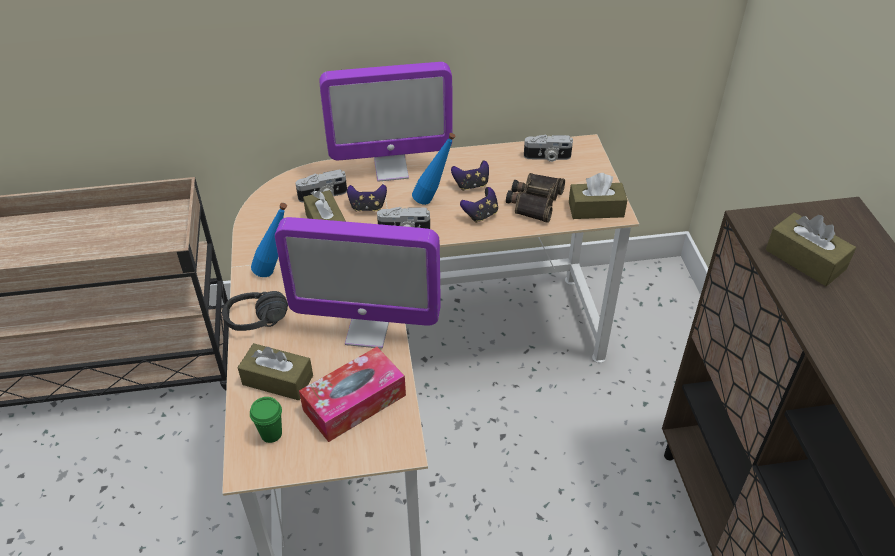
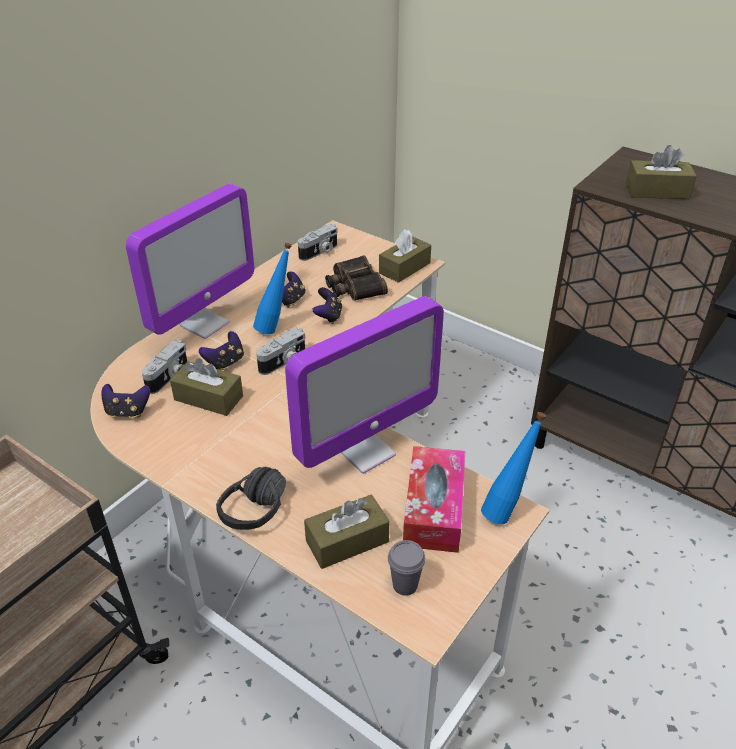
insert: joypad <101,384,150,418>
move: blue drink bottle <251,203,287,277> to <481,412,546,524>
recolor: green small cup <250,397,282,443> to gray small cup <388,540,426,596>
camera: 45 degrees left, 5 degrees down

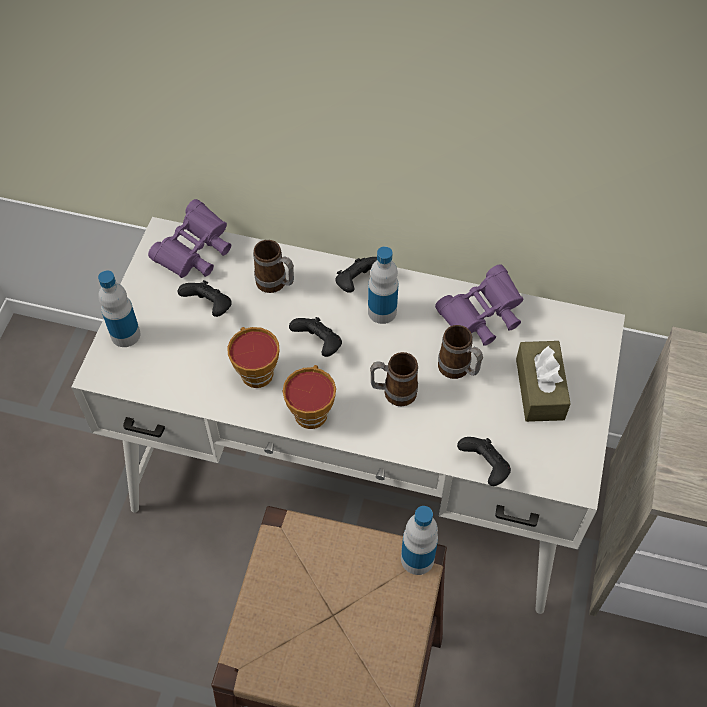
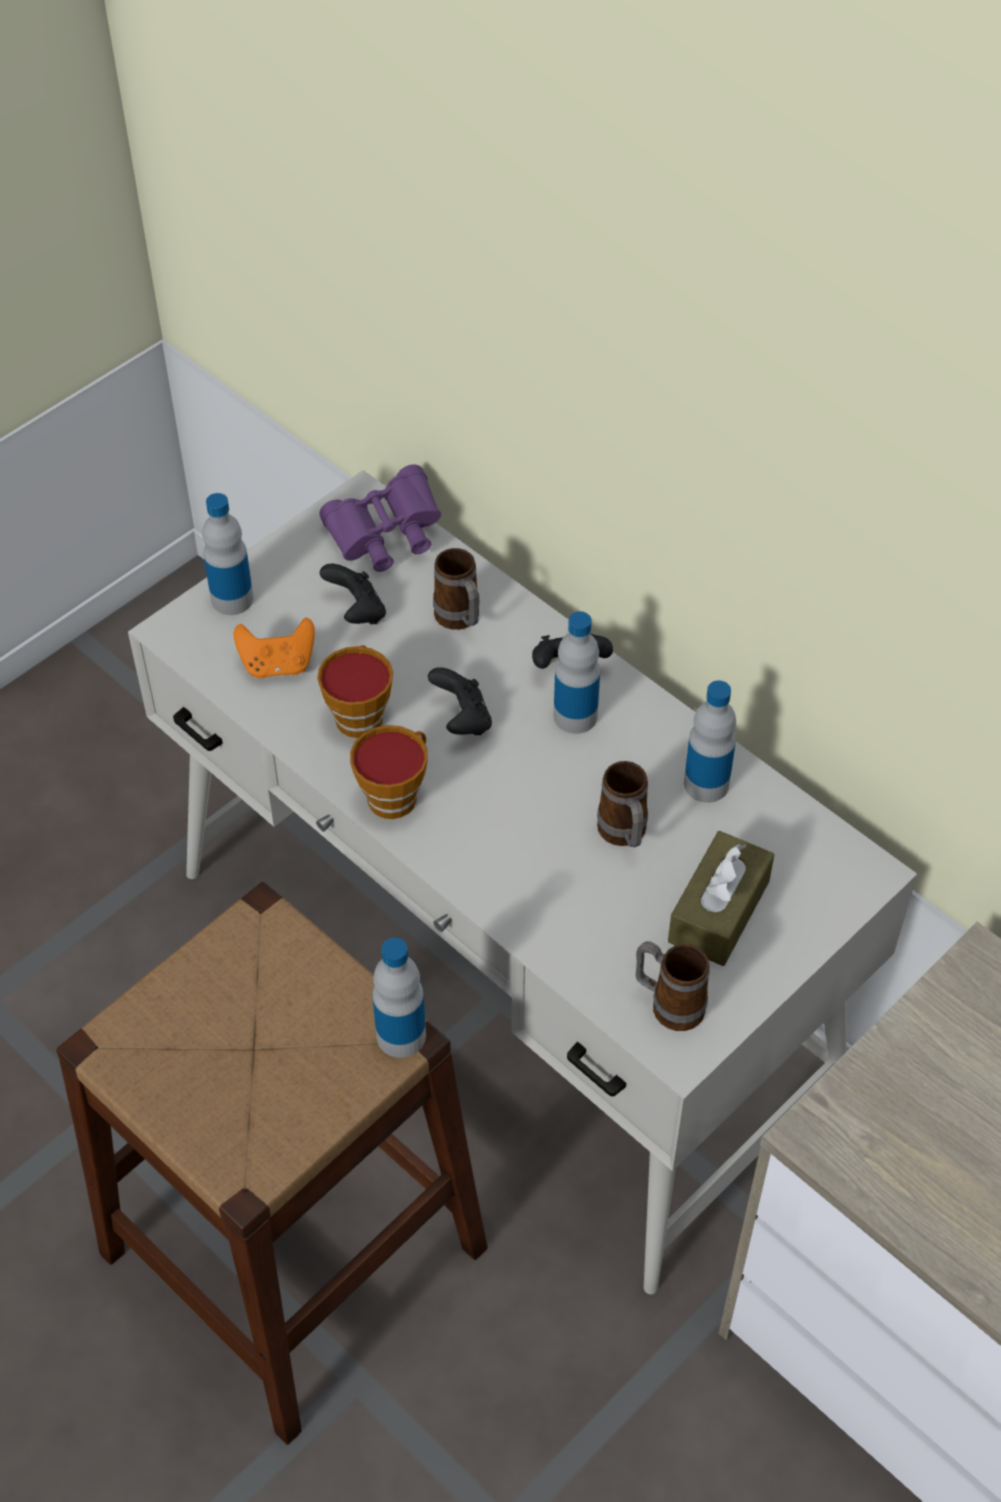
delete: black-coloured joypad <457,437,511,486>
insert: orange-coloured joypad <234,618,315,679>
move: tea mug <370,352,418,406> to <636,941,710,1031>
replace: purplish field glasses <435,264,523,346> to drink bottle <684,680,736,803>
camera: 30 degrees right, 5 degrees down

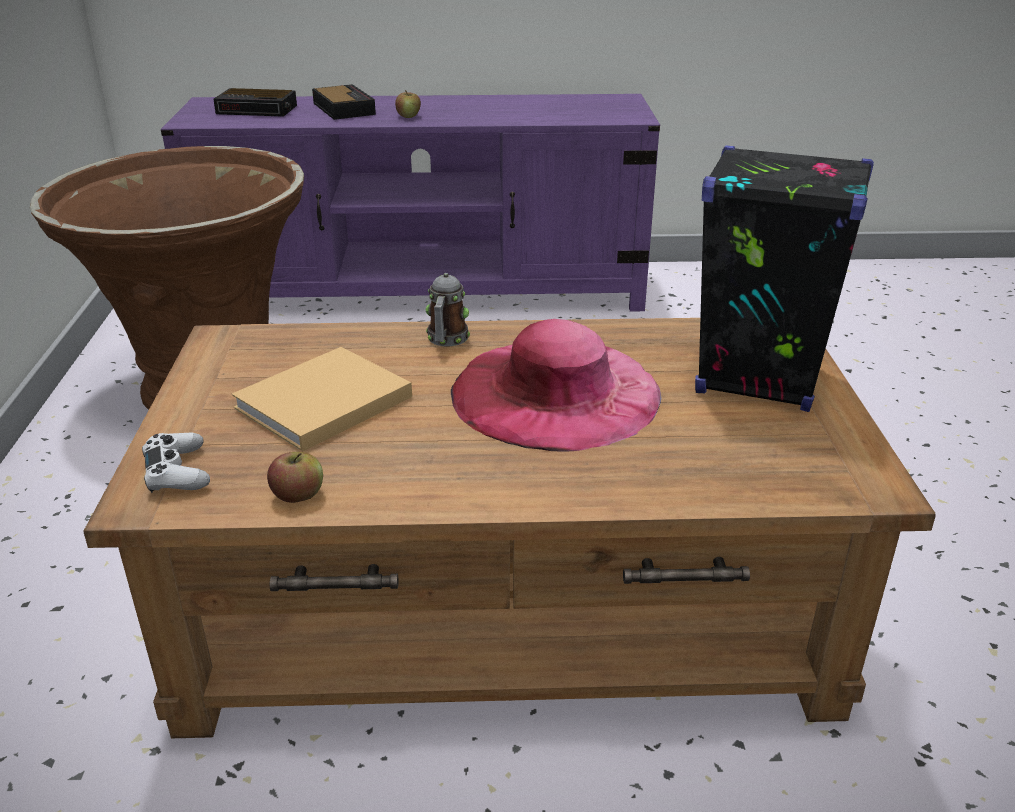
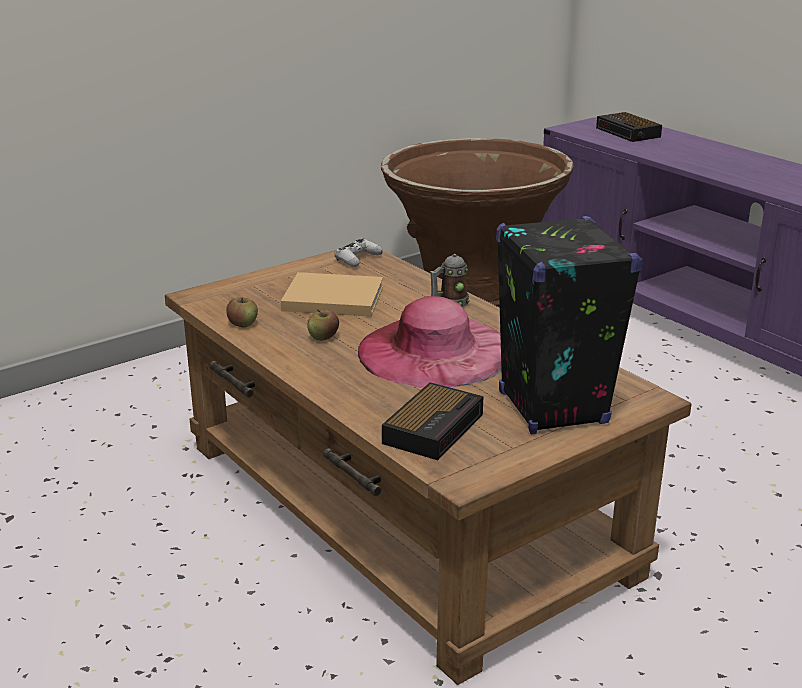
move: alarm clock <312,84,376,120> to <382,382,483,460>; apple <395,90,421,118> to <307,309,339,341>; whitish joypad <142,433,210,493> to <334,239,383,267>
camera: 55 degrees right, 5 degrees down

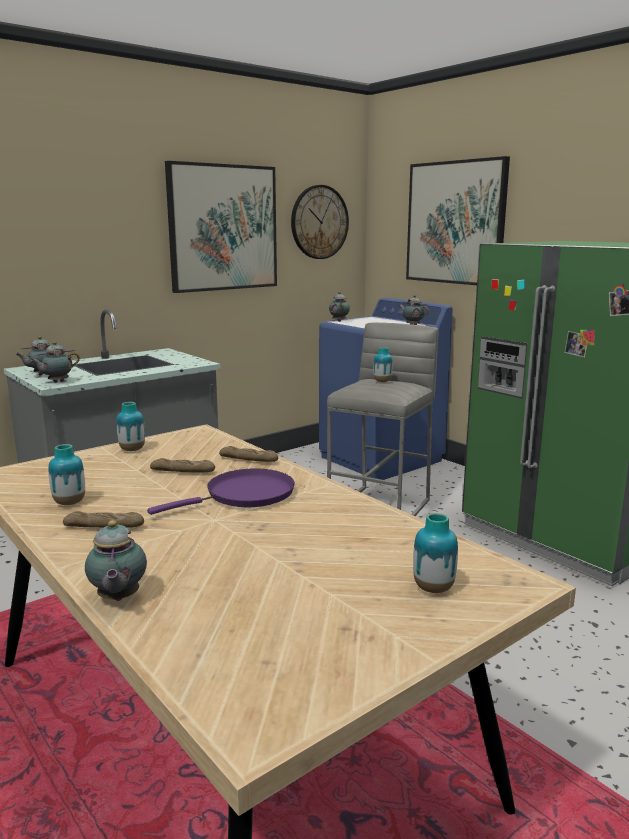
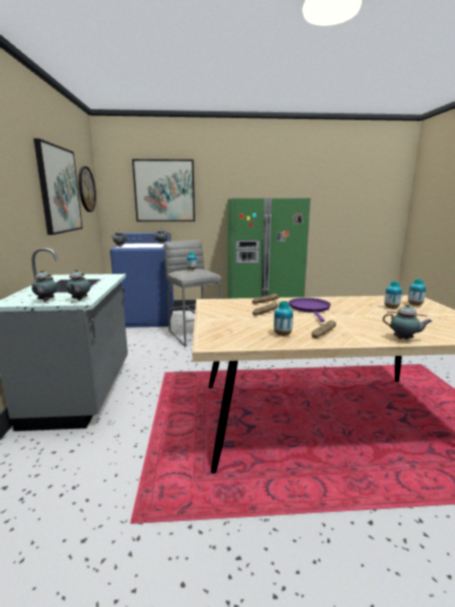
move: vase <116,402,145,451> to <384,281,402,309>
camera: 55 degrees left, 0 degrees up

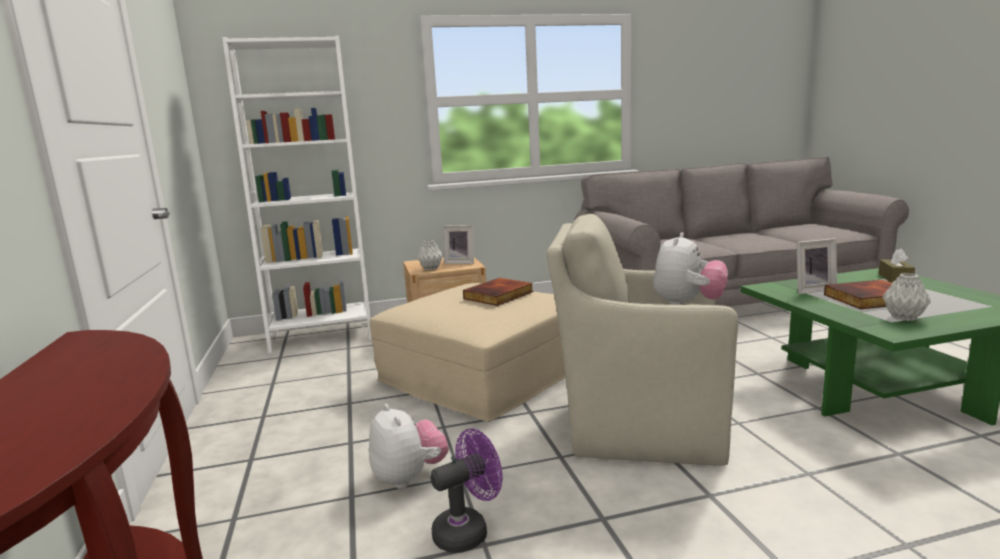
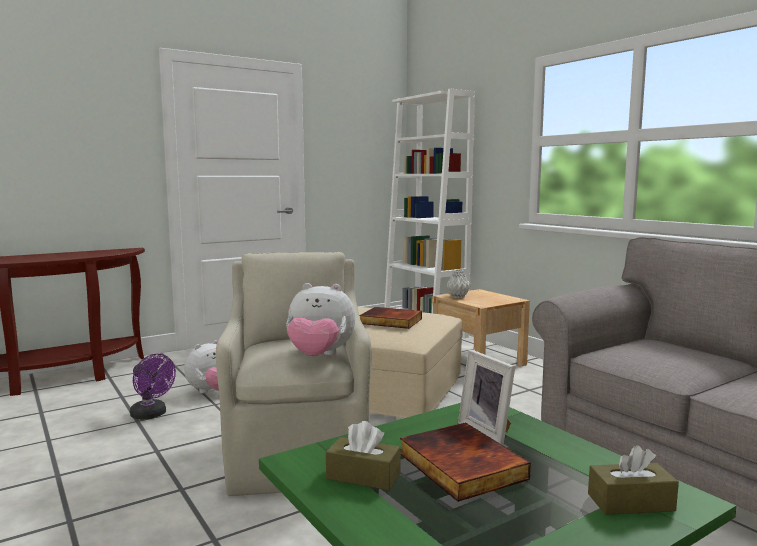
delete: standing frame <443,225,474,264>
replace: gray vase <883,273,931,321> to brown tissue box <326,421,401,490>
camera: 70 degrees right, 5 degrees down

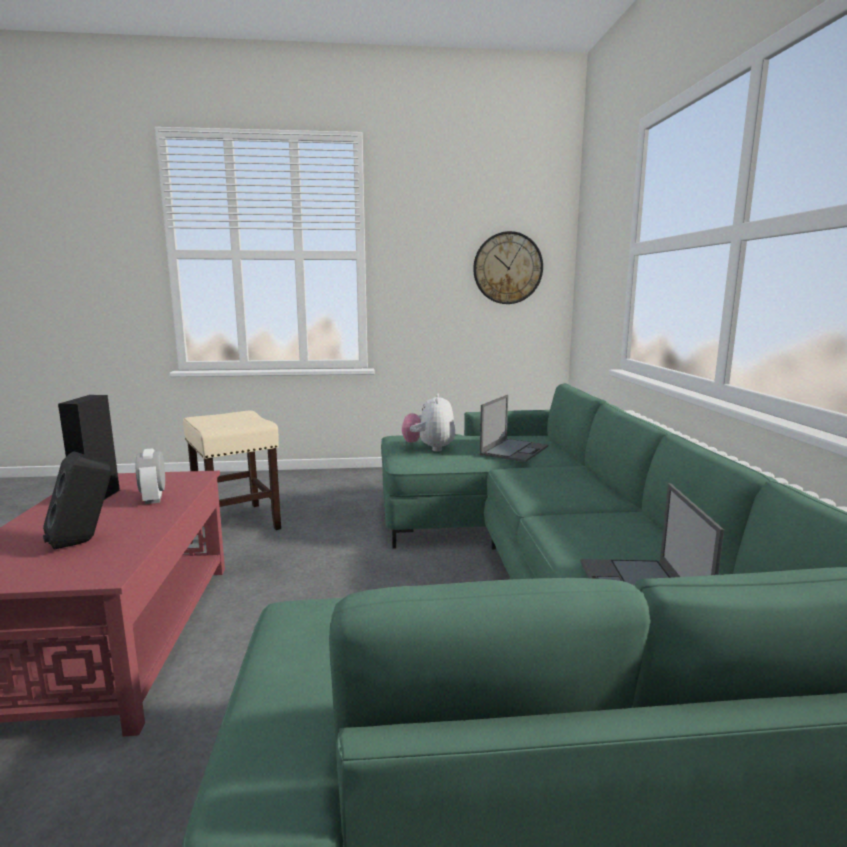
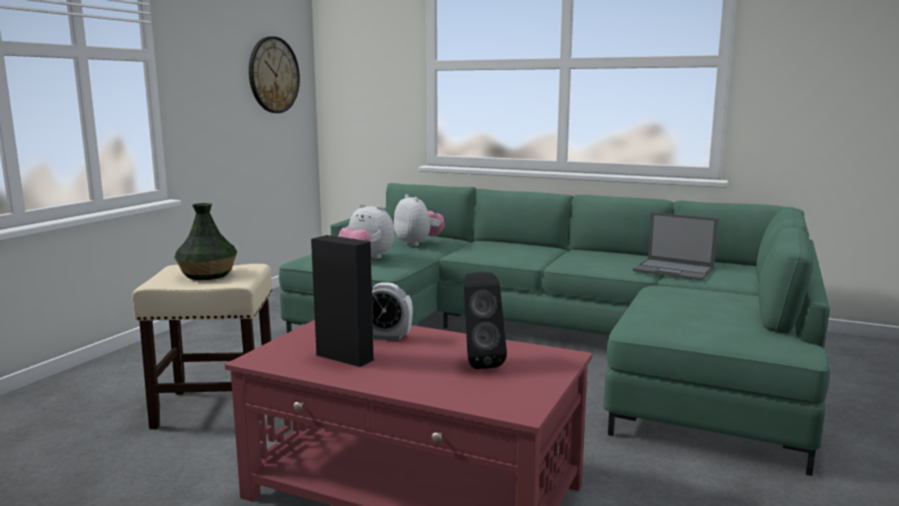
insert: vase <174,203,237,280>
replace: portable computer <480,395,548,462> to soft toy <394,194,445,246>
camera: 60 degrees left, 0 degrees up

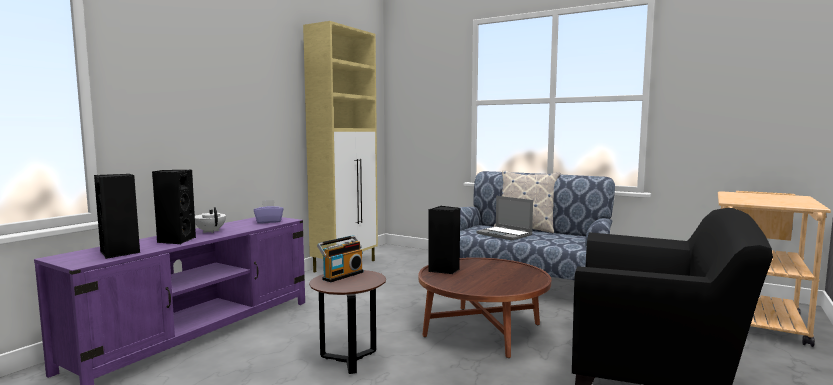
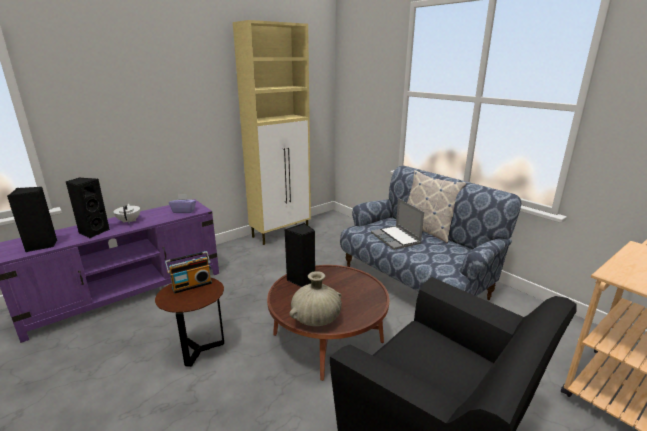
insert: beige vase <289,271,342,326>
camera: 20 degrees right, 15 degrees up

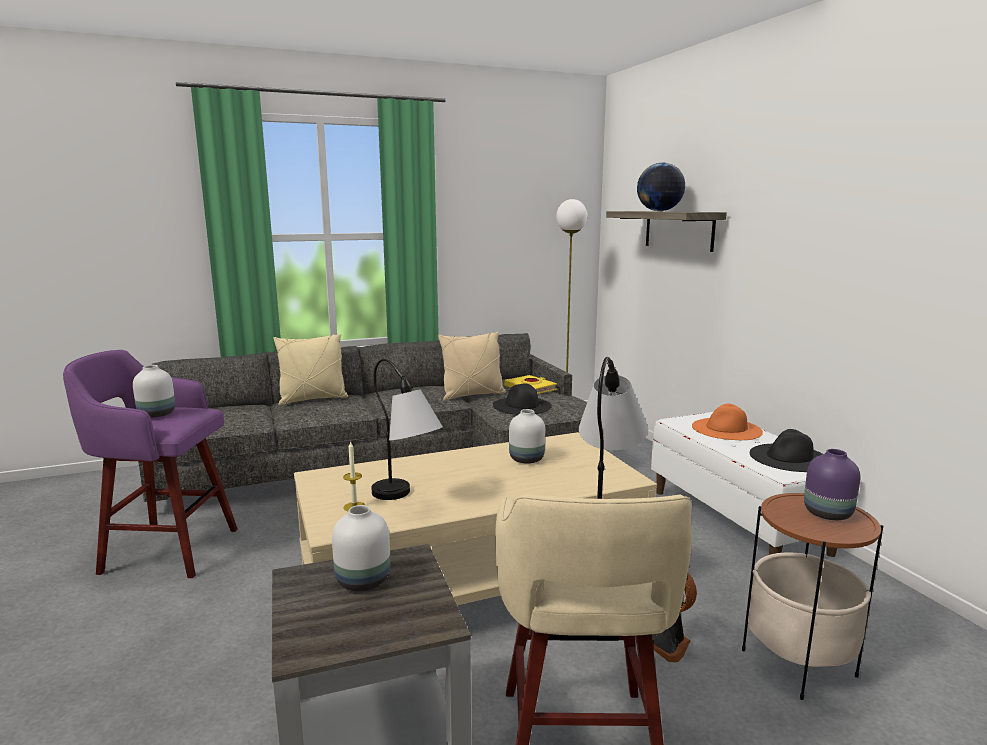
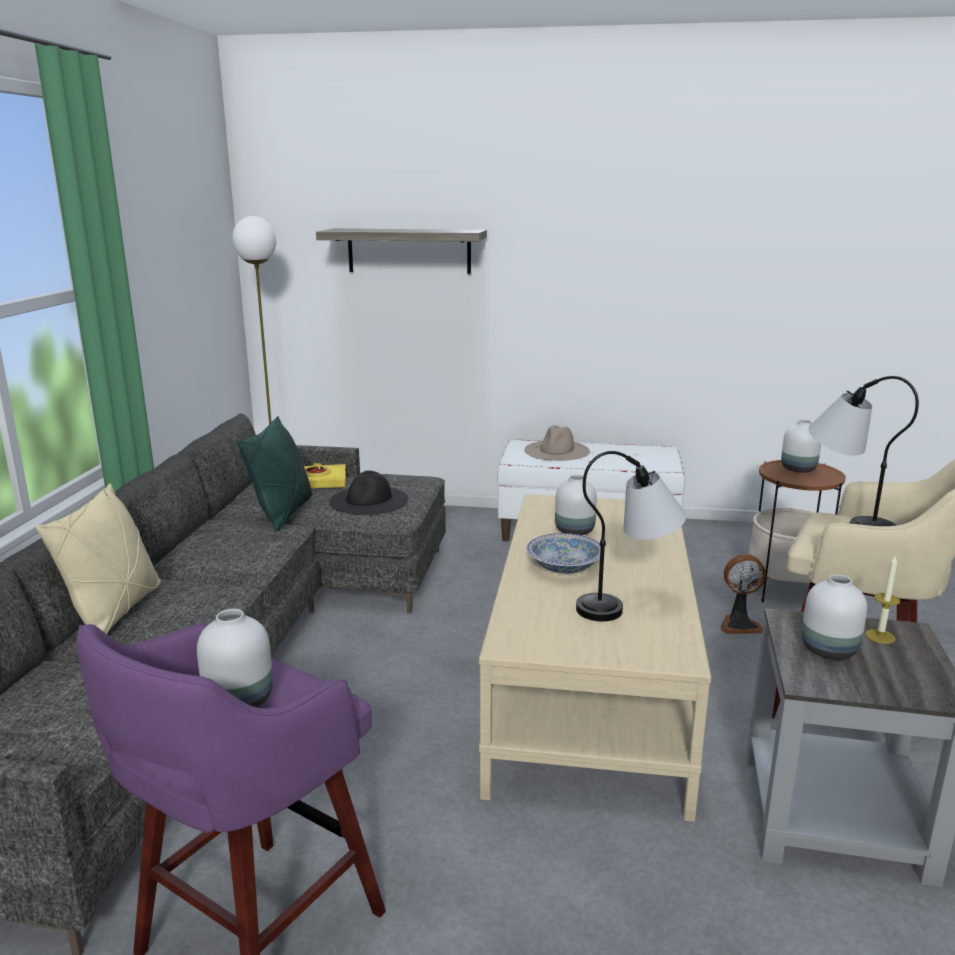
delete: desk globe <637,163,685,211>; black-coloured wearable hat <750,429,822,472>
insert: bowl <527,533,601,573>
move: candle <343,441,365,512> to <866,556,900,644>
recolor: beige throw pillow <438,332,506,400> to green throw pillow <237,416,313,532>; orange-coloured wearable hat <692,403,763,440> to beige wearable hat <524,425,590,461>; purplish vase <804,449,861,520> to whitish vase <781,420,821,473>
camera: 60 degrees left, 5 degrees up

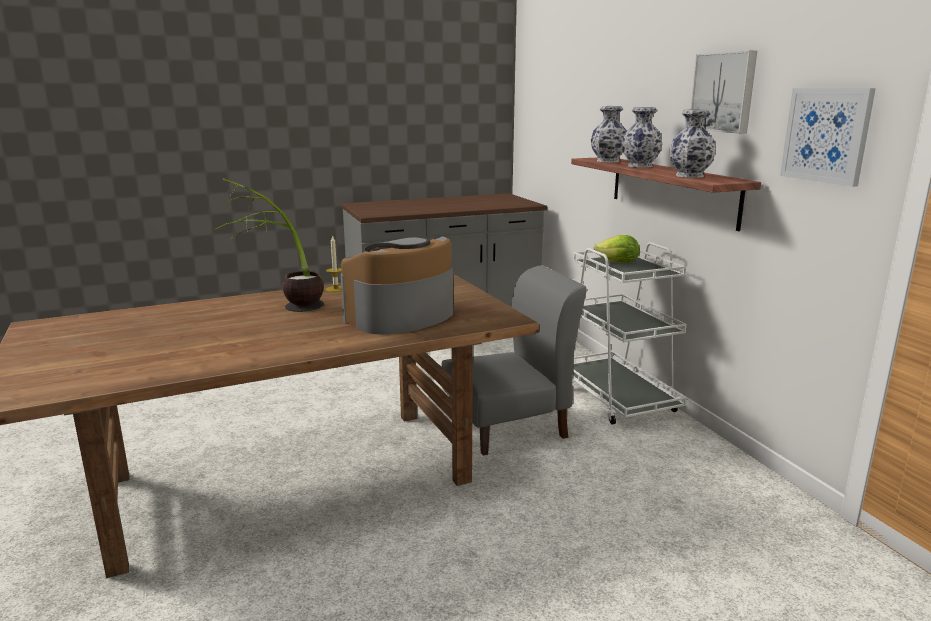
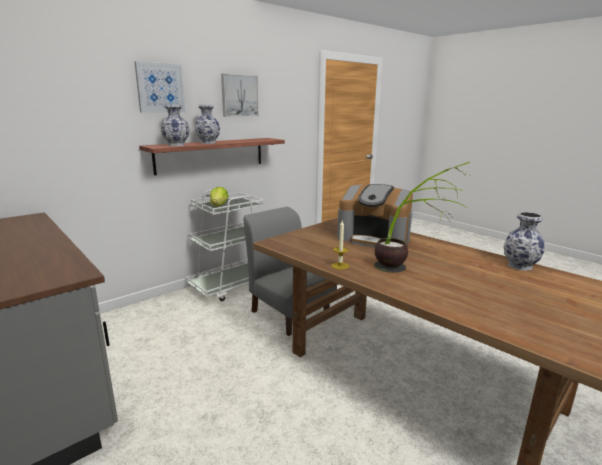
move: picture <780,88,876,187> to <135,61,186,113>; vase <670,110,716,178> to <504,212,545,271>
camera: 110 degrees left, 0 degrees up

